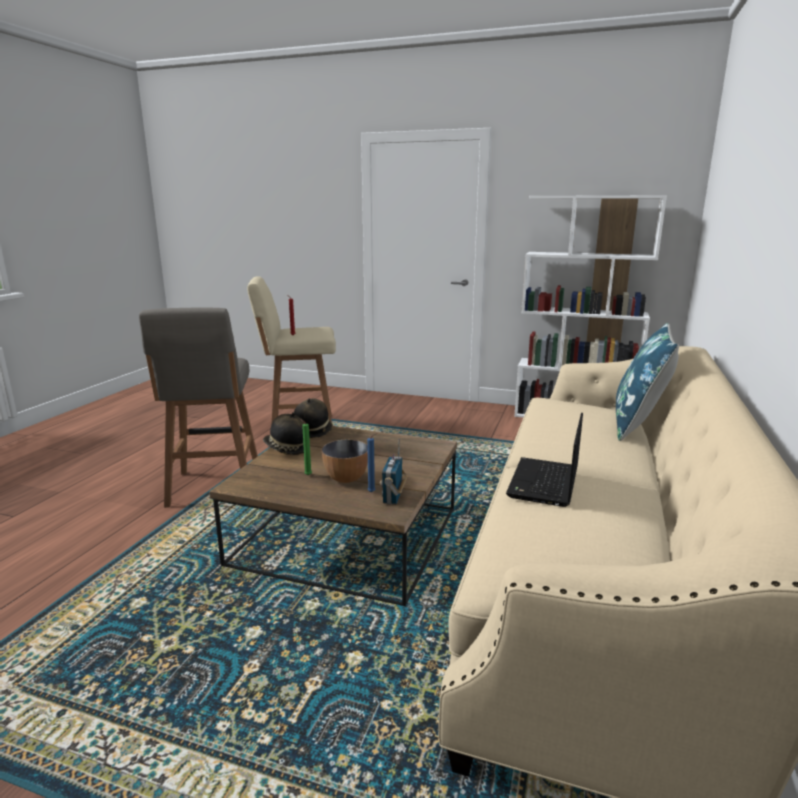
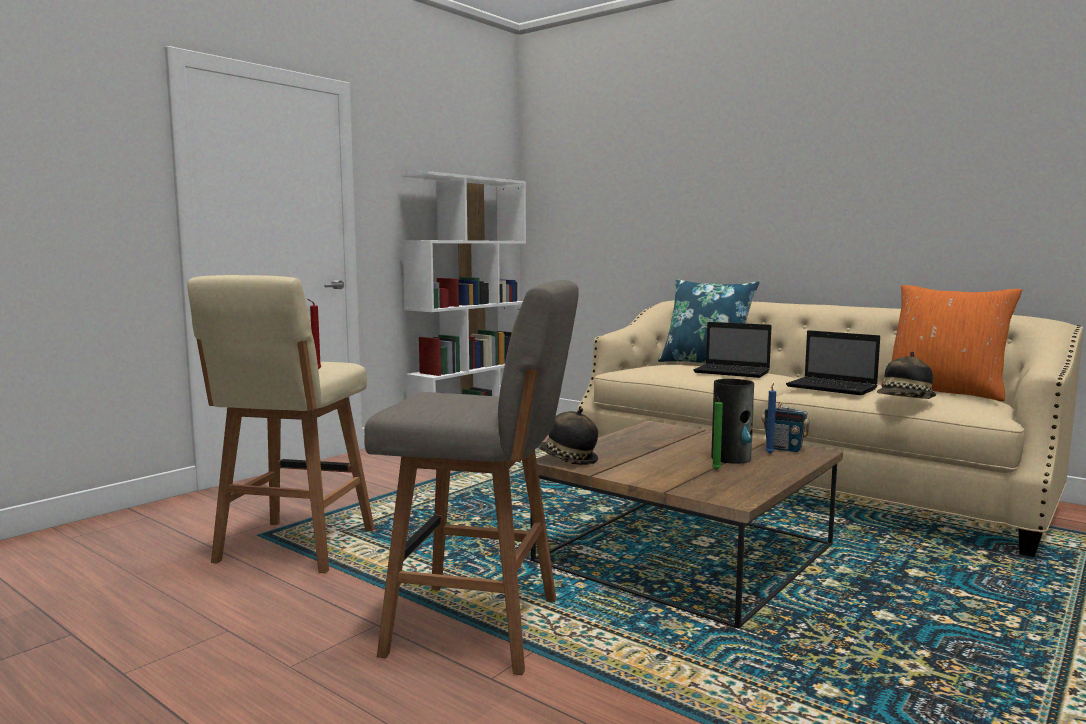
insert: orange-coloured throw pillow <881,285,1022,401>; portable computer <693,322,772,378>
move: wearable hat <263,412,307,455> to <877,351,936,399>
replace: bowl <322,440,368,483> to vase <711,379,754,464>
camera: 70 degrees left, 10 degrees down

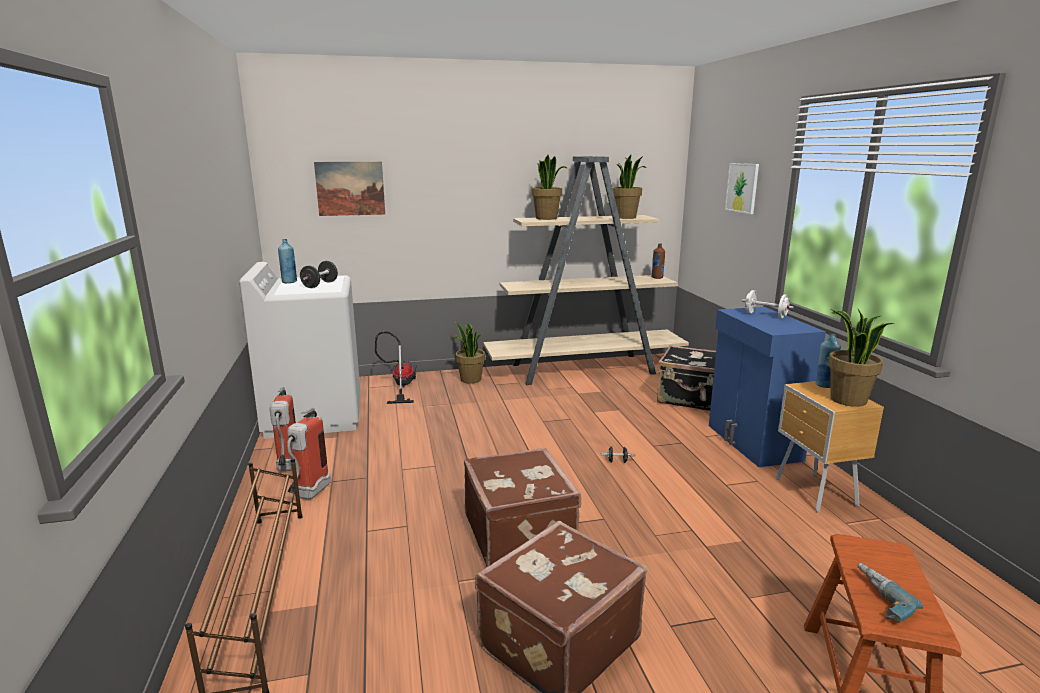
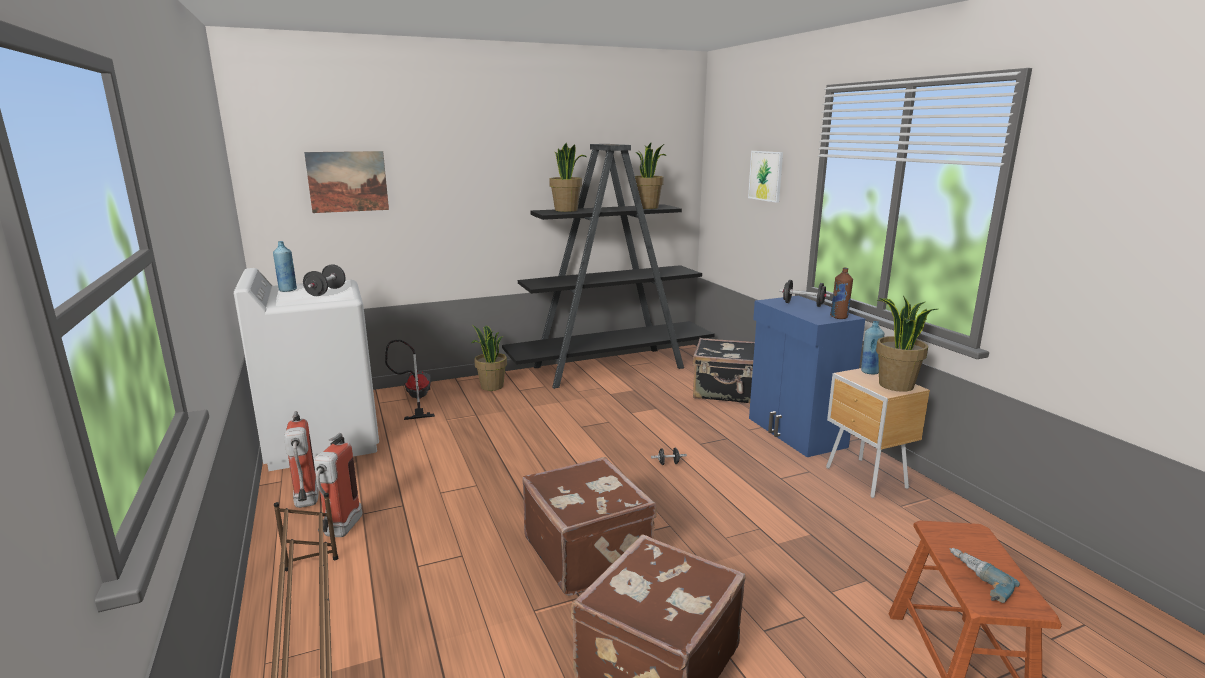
move: brown drink bottle <651,243,665,279> to <830,267,853,319>
recolor: beige bookshelf <483,156,689,385> to black-coloured bookshelf <502,144,715,389>; whitish dumbbell <742,290,794,318> to black-coloured dumbbell <779,280,831,307>
camera: 10 degrees left, 0 degrees up

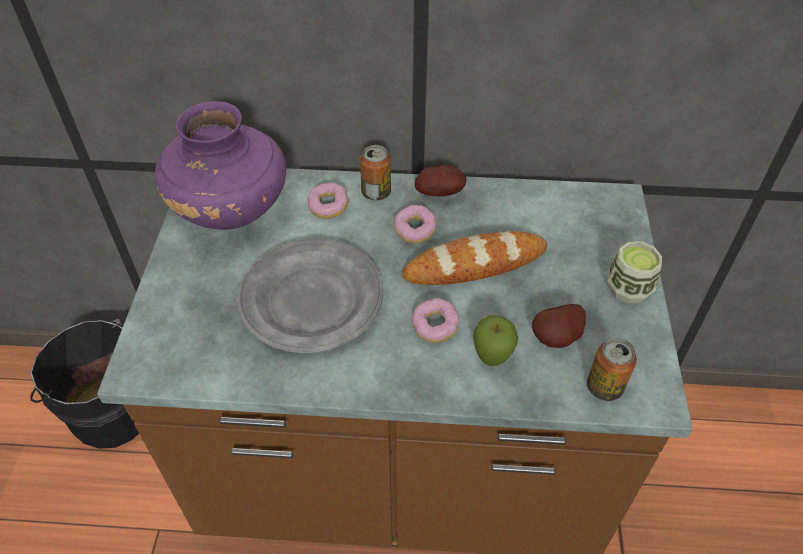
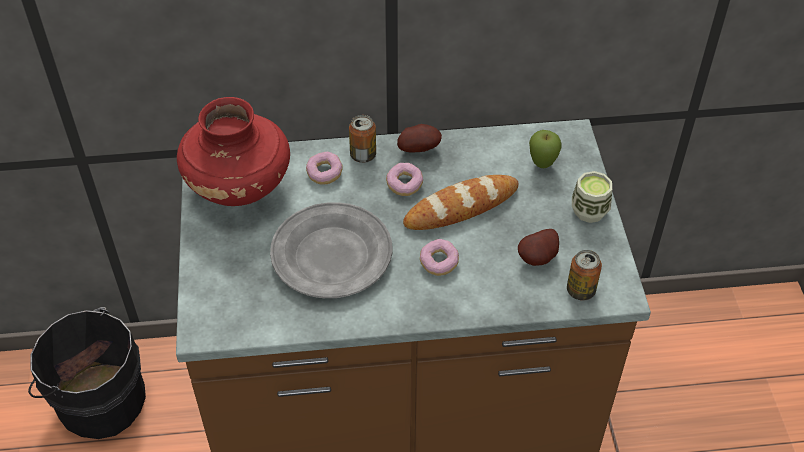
move: apple <473,315,518,366> to <529,130,562,168>
recolor: purplish vase <155,101,286,230> to red-coloured vase <177,97,290,206>
camera: 10 degrees left, 0 degrees up

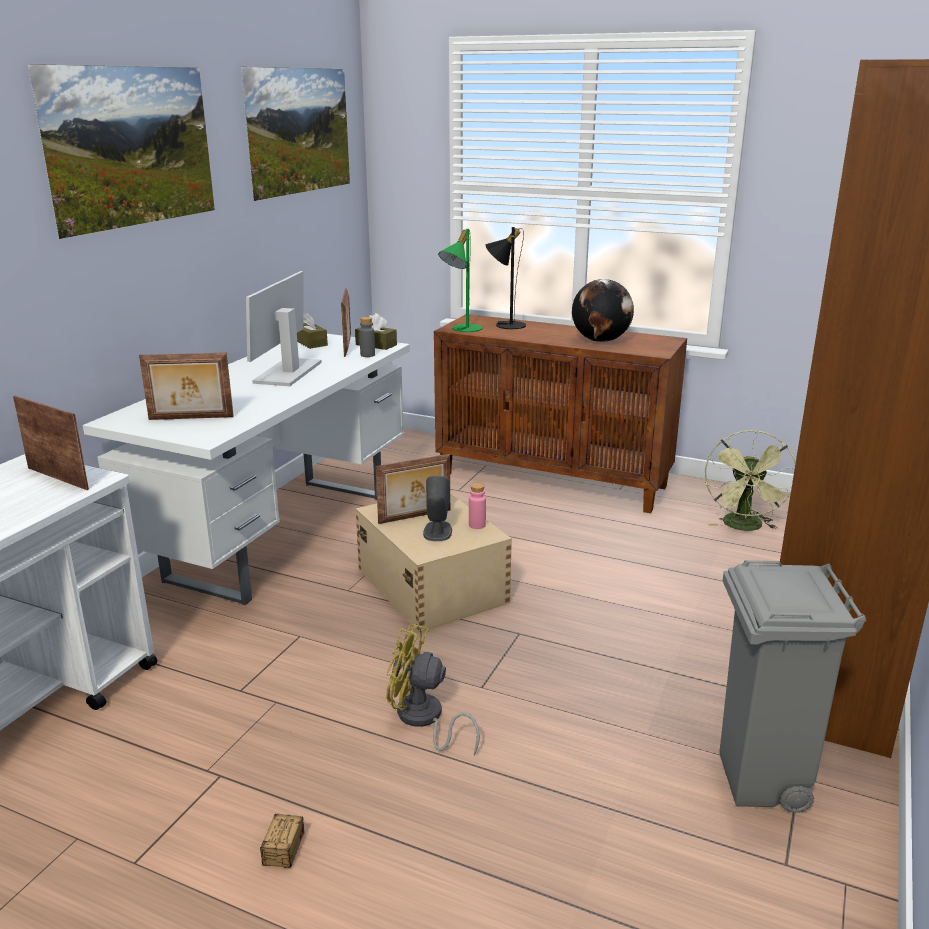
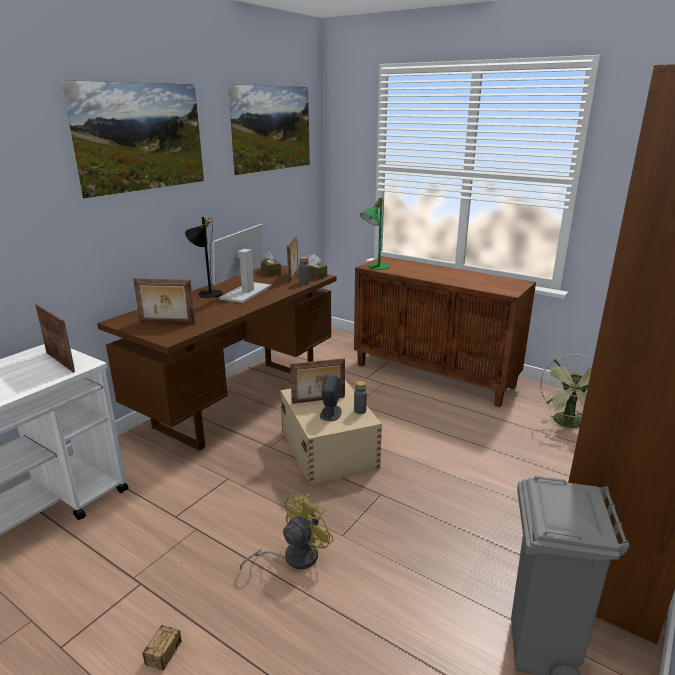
delete: desk globe <572,279,634,342>
move: black-coloured tabletop lamp <485,227,526,329> to <185,217,223,298>
recolor: whitish desk unit <83,334,410,605> to brown desk unit <97,265,337,451>; pinkish drink bottle <469,483,486,529> to gray drink bottle <354,381,367,414>
rotate: yellowish cooling fan <387,624,480,755> = <240,494,334,571> 105 degrees clockwise
camera: 10 degrees right, 0 degrees up

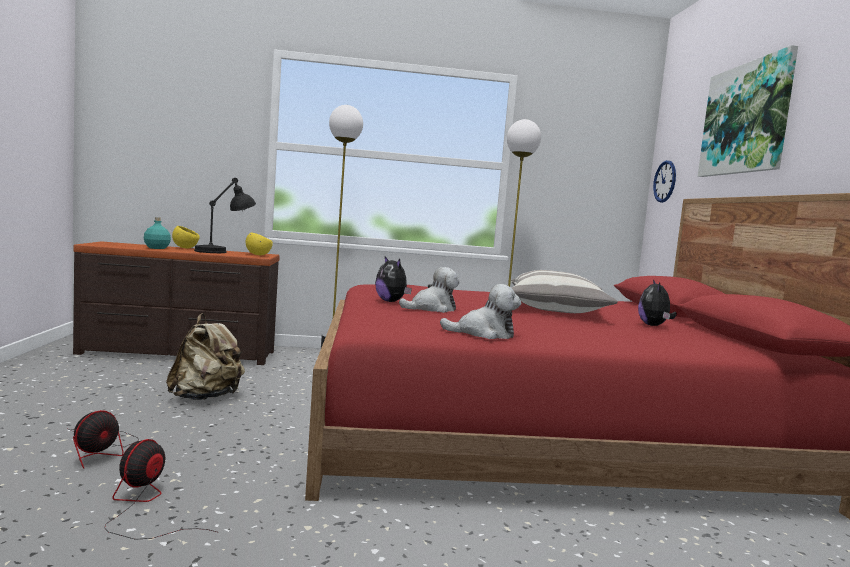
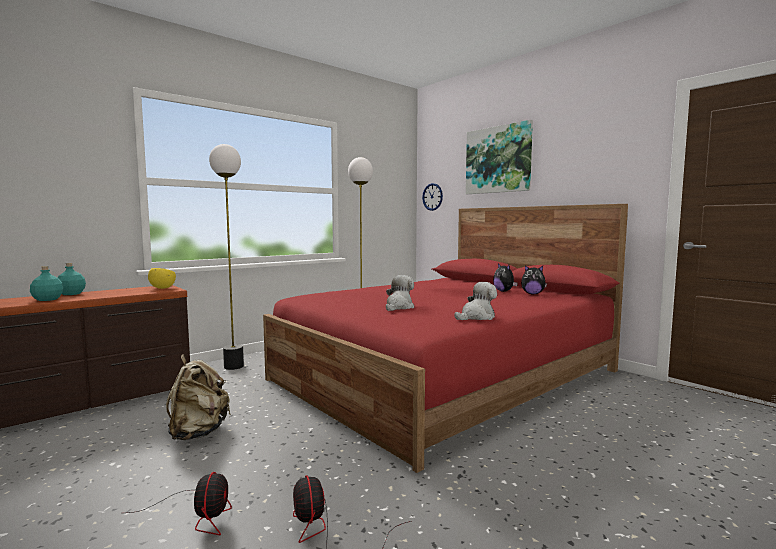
delete: black-coloured tabletop lamp <194,178,256,253>; throw pillow <511,270,618,313>
move: soft toy <375,256,412,302> to <521,265,547,295>
replace: yellowish bowl <172,226,200,249> to turquoise drink bottle <57,263,86,295>
camera: 35 degrees left, 0 degrees up

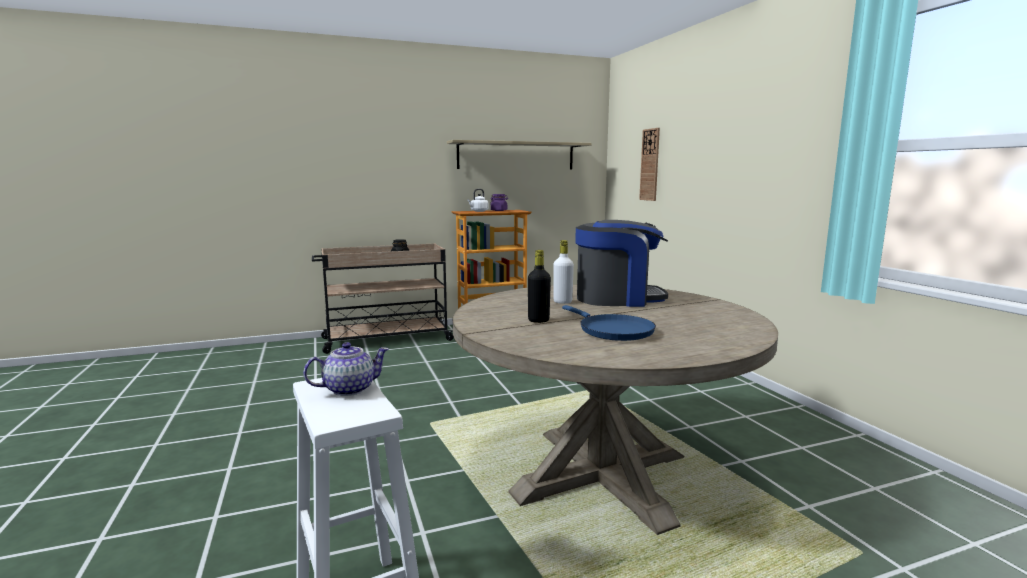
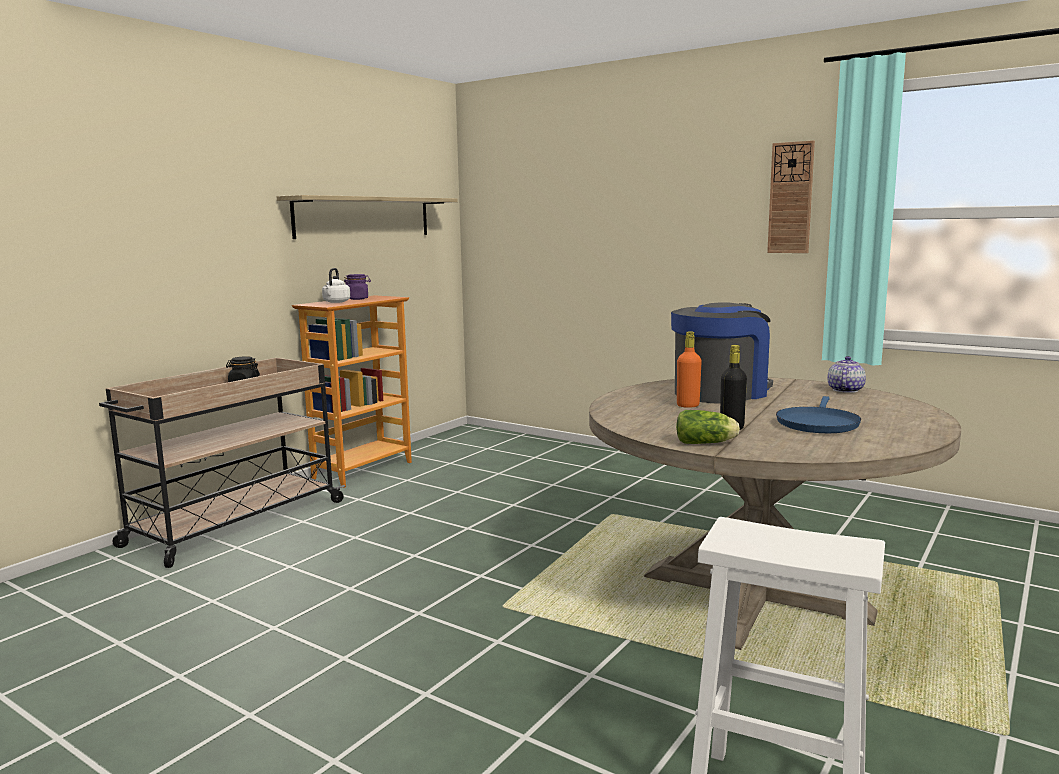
insert: head of lettuce <676,410,740,444>
move: hanging clock <639,128,660,201> to <767,140,815,253>; teapot <303,342,389,396> to <828,356,866,393>
recolor: whitish drink bottle <553,240,574,304> to orange-coloured drink bottle <677,331,702,408>
rotate: blue skillet <562,305,656,341> = <776,396,861,433> 90 degrees clockwise
camera: 35 degrees left, 0 degrees up

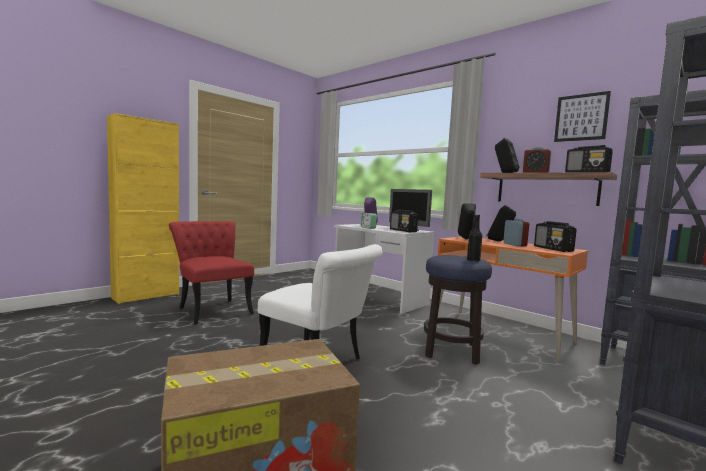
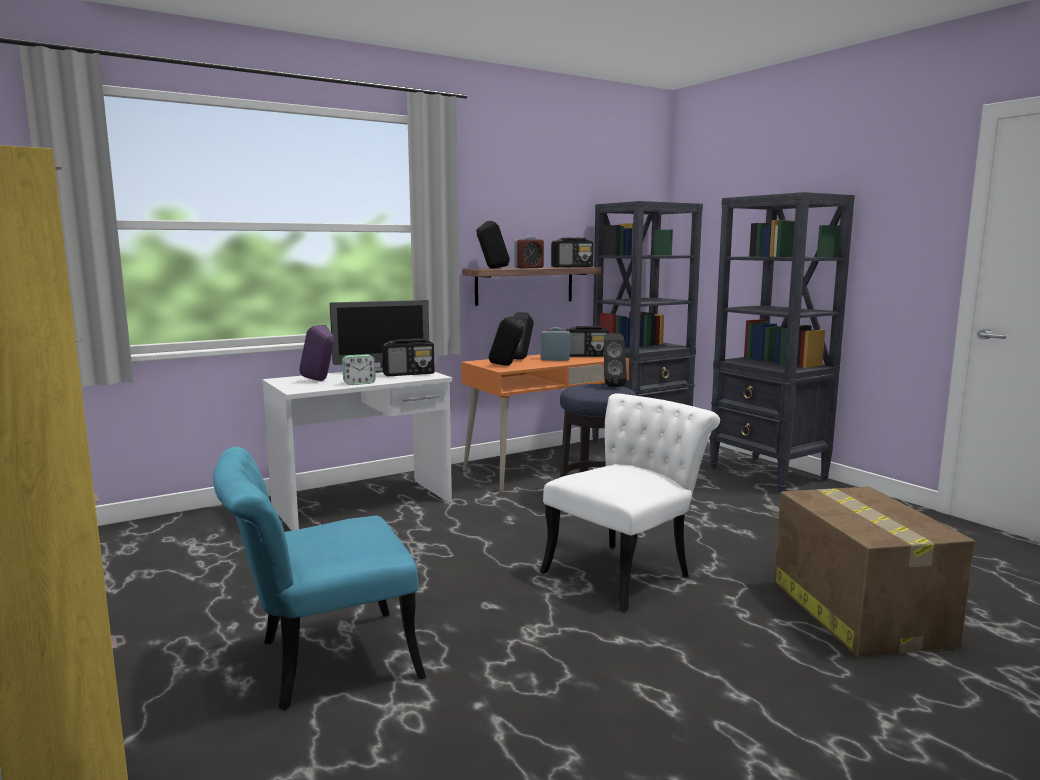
delete: picture <554,91,611,142>
replace: black-coloured drink bottle <467,215,482,261> to black-coloured speaker <604,333,627,387>
recolor: red-coloured upright chair <169,221,254,325> to turquoise upright chair <213,447,426,710>
camera: 75 degrees left, 5 degrees up

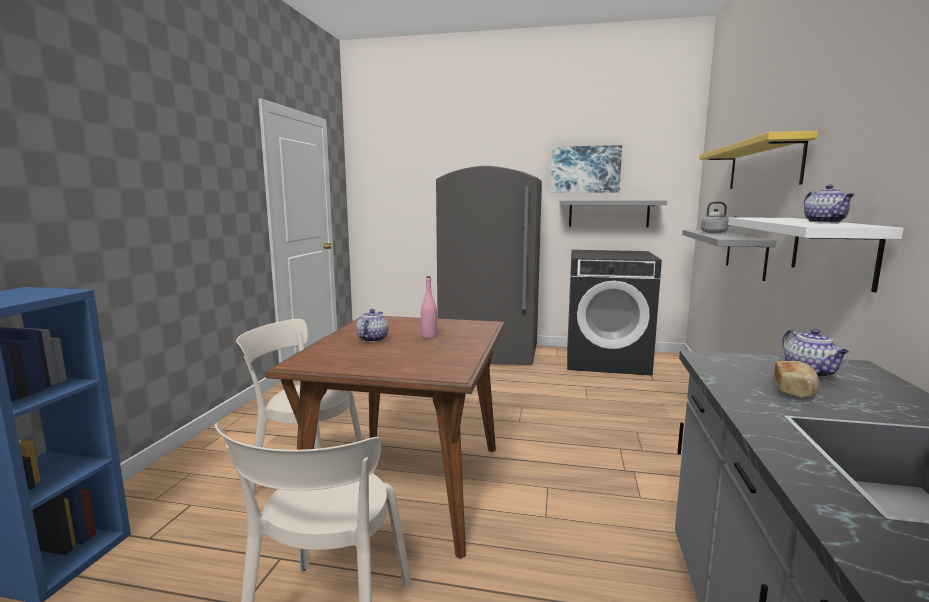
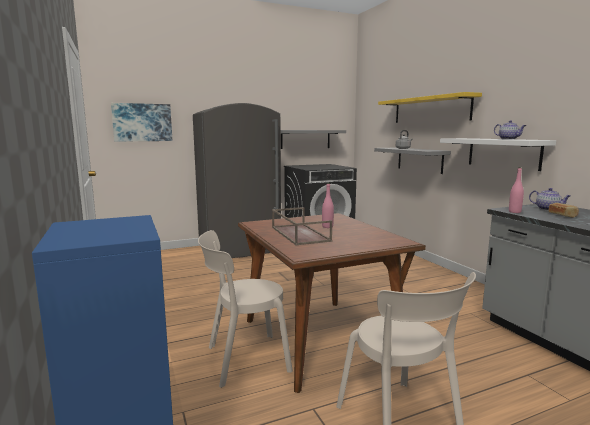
insert: pinkish drink bottle <509,167,524,213>
move: picture <551,145,622,193> to <111,103,172,142>
replace: teapot <356,309,388,342> to brown tray <272,207,332,245>
camera: 35 degrees left, 0 degrees up

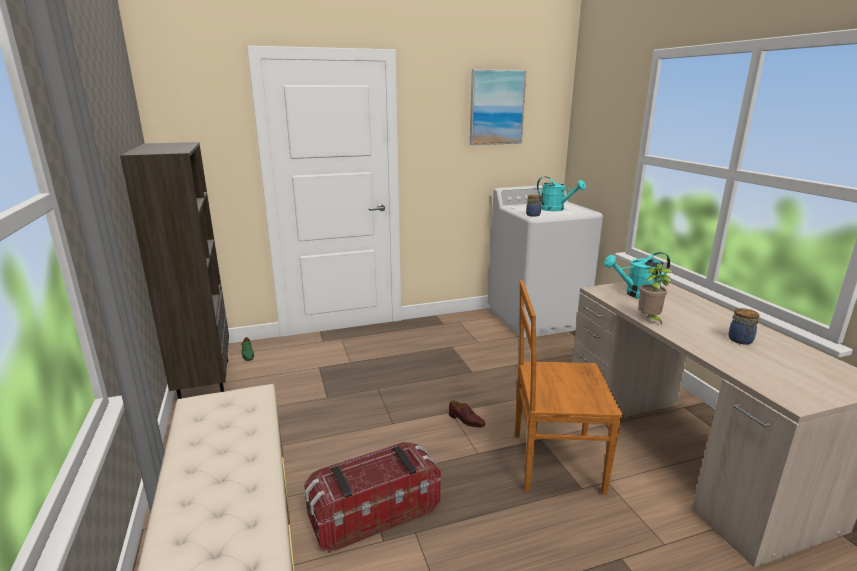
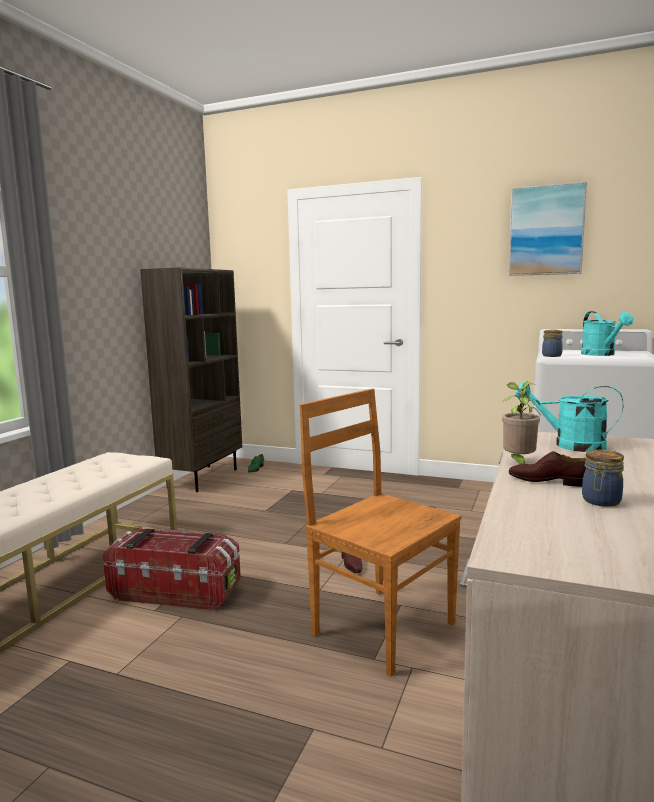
insert: brown shoe <509,451,586,487>
camera: 40 degrees right, 10 degrees down

